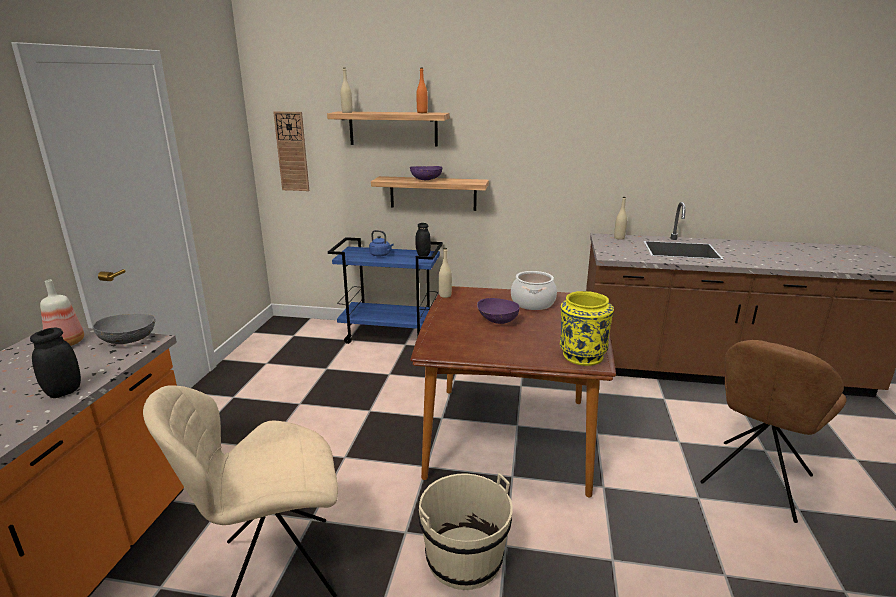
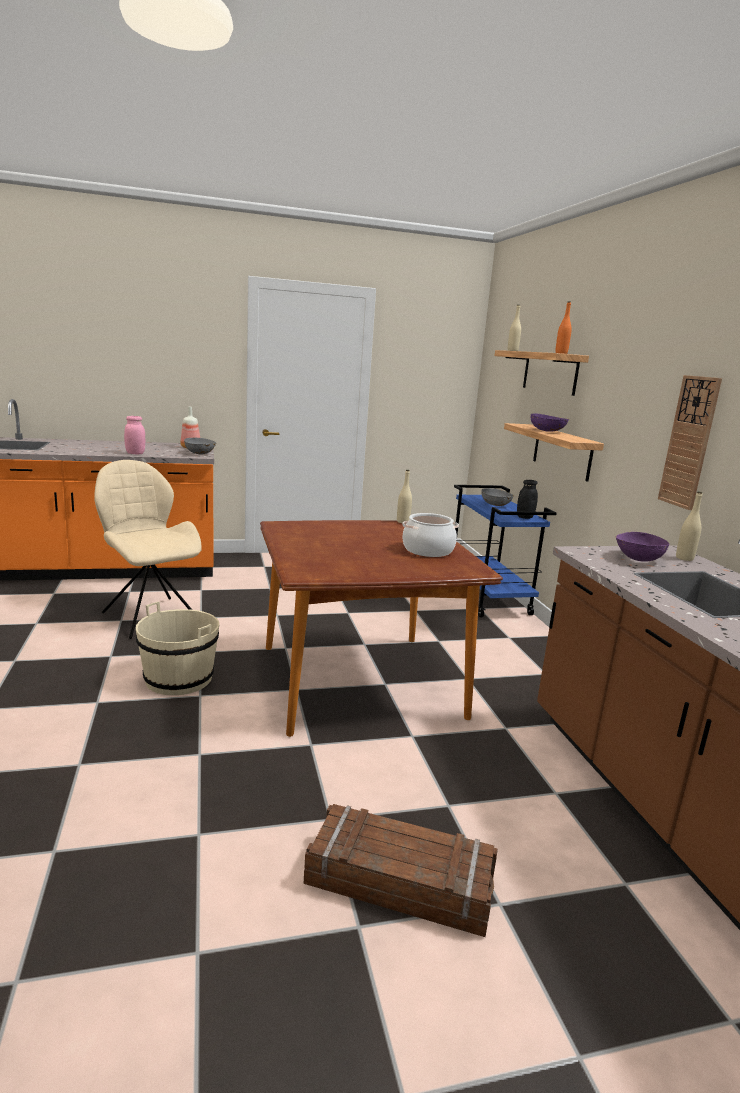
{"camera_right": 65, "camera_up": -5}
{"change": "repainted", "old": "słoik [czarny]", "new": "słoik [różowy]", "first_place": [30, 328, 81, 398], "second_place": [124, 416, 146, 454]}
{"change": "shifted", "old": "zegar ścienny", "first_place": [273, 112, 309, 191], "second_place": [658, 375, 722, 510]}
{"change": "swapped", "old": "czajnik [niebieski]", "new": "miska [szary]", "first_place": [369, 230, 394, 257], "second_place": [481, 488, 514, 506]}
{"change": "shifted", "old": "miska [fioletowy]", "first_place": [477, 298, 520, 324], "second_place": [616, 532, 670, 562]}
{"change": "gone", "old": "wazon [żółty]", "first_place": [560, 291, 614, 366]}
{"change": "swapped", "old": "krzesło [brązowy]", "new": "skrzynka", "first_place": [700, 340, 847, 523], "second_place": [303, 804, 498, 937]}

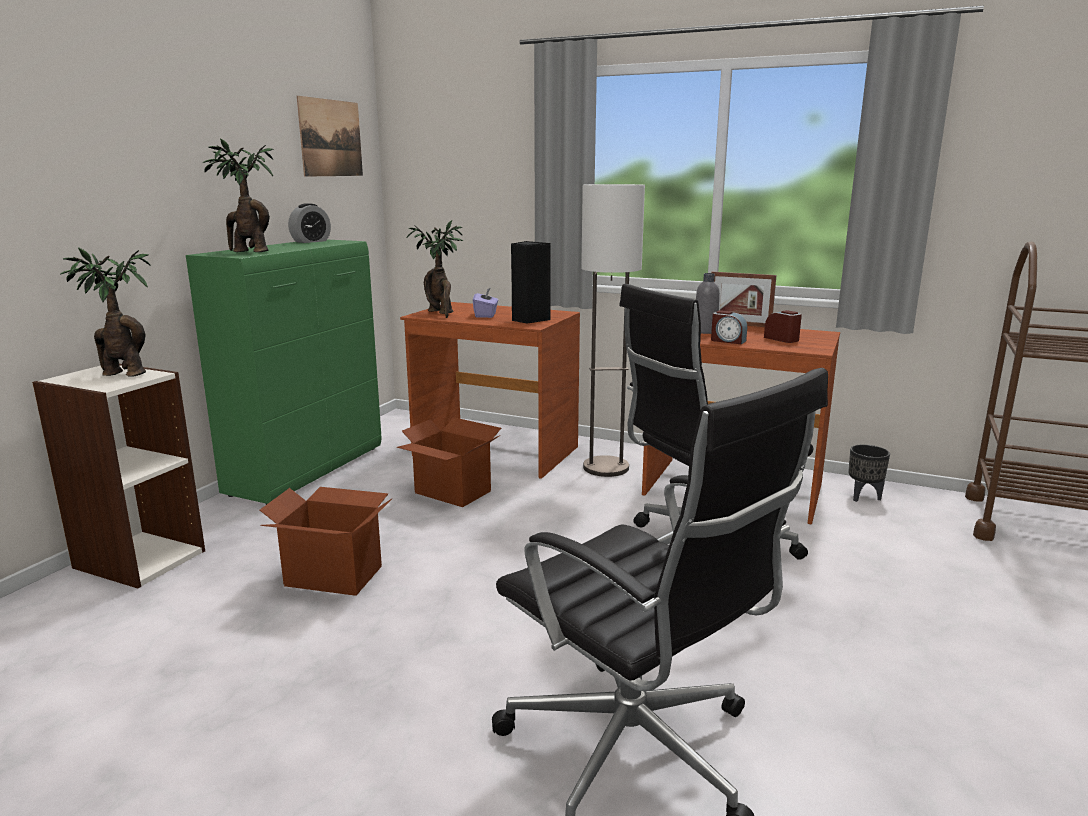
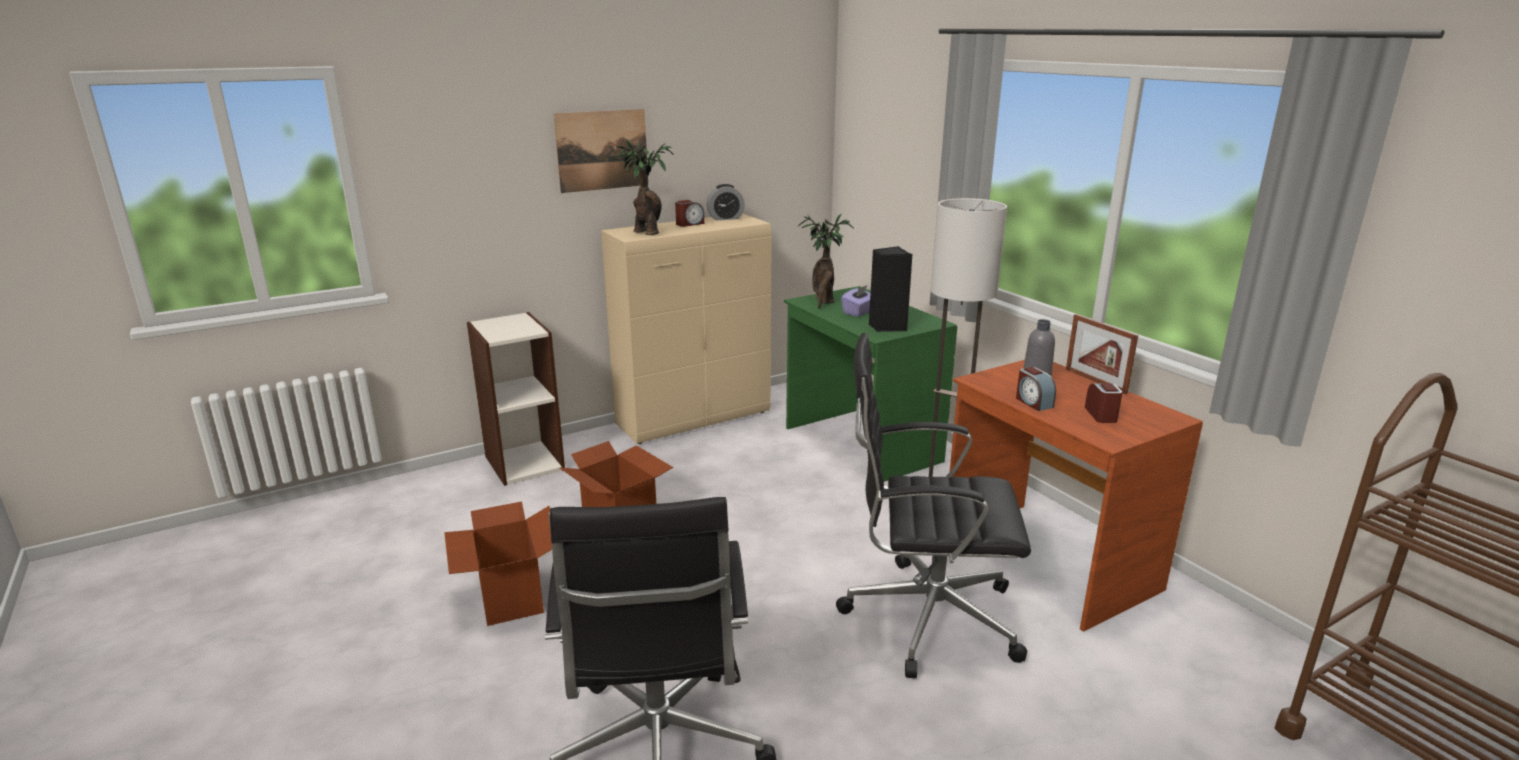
{"camera_right": 35, "camera_up": 5}
{"change": "gone", "old": "roślina doniczkowa", "first_place": [60, 247, 150, 376]}
{"change": "repainted", "old": "szafka [zielony]", "new": "szafka [beżowy]", "first_place": [186, 240, 381, 505], "second_place": [601, 214, 772, 444]}
{"change": "shifted", "old": "obraz", "first_place": [297, 96, 363, 177], "second_place": [554, 109, 648, 193]}
{"change": "shifted", "old": "karton", "first_place": [397, 417, 501, 507], "second_place": [444, 501, 552, 626]}
{"change": "repainted", "old": "biurko [brązowy]", "new": "biurko [zielony]", "first_place": [400, 302, 580, 479], "second_place": [784, 286, 957, 482]}
{"change": "gone", "old": "donica [czarny]", "first_place": [848, 445, 890, 502]}
{"change": "new", "new": "budzik", "second_place": [675, 200, 704, 227]}

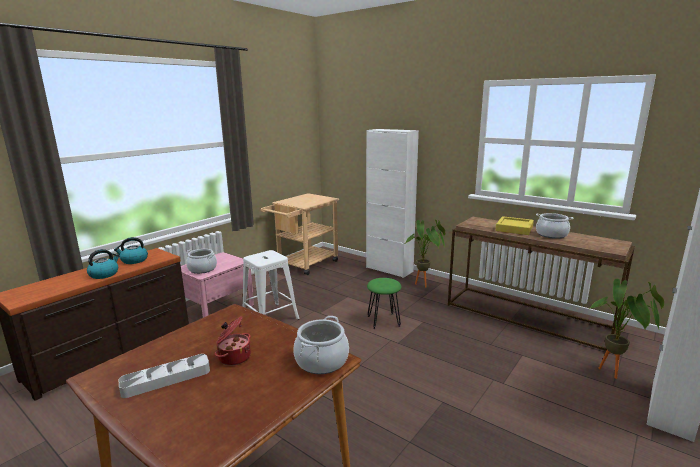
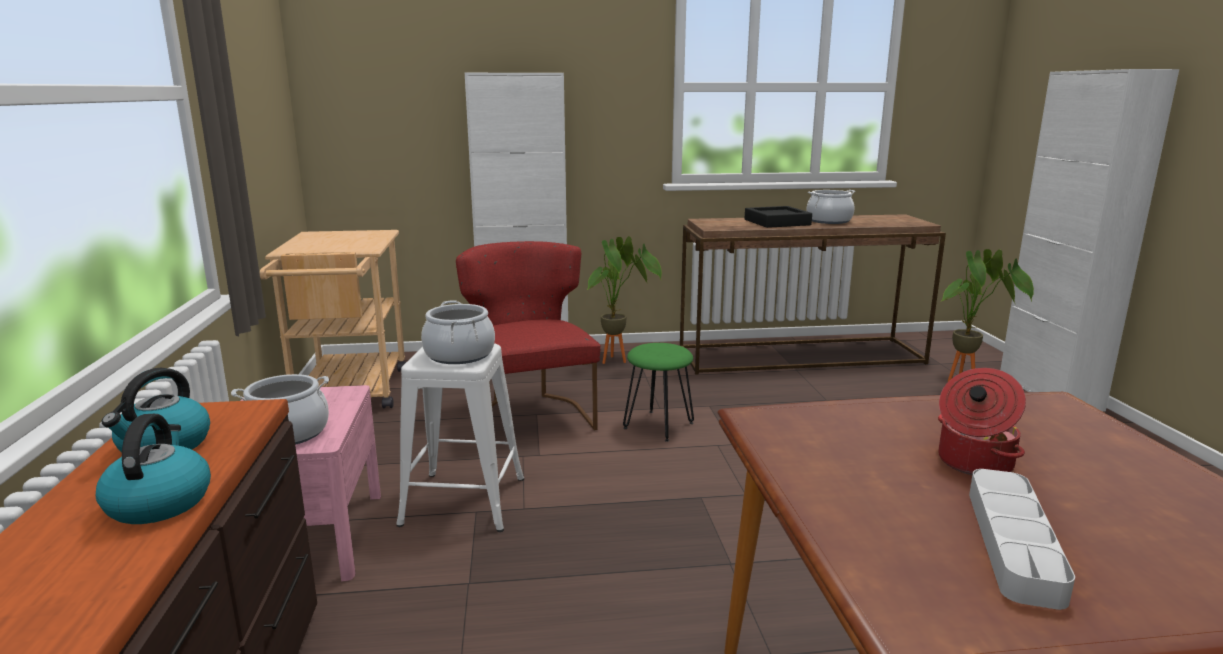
{"camera_right": -45, "camera_up": 0}
{"change": "shifted", "old": "garnek", "first_place": [293, 316, 349, 374], "second_place": [421, 300, 495, 364]}
{"change": "repainted", "old": "taca [żółty]", "new": "taca [czarny]", "first_place": [496, 216, 534, 235], "second_place": [744, 206, 812, 228]}
{"change": "new", "new": "krzesło [czerwony]", "second_place": [456, 241, 601, 430]}

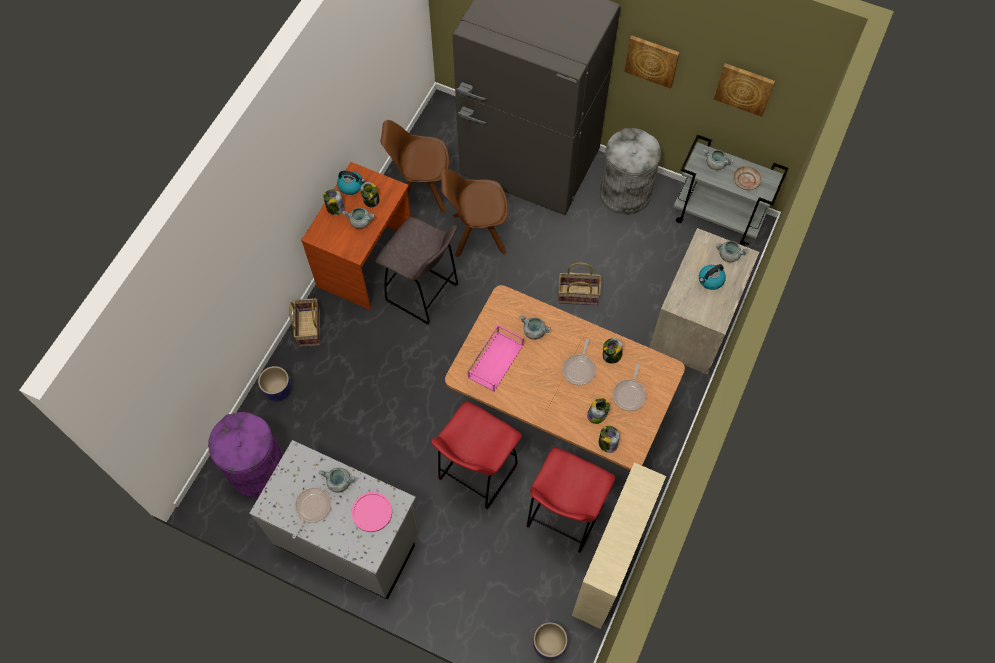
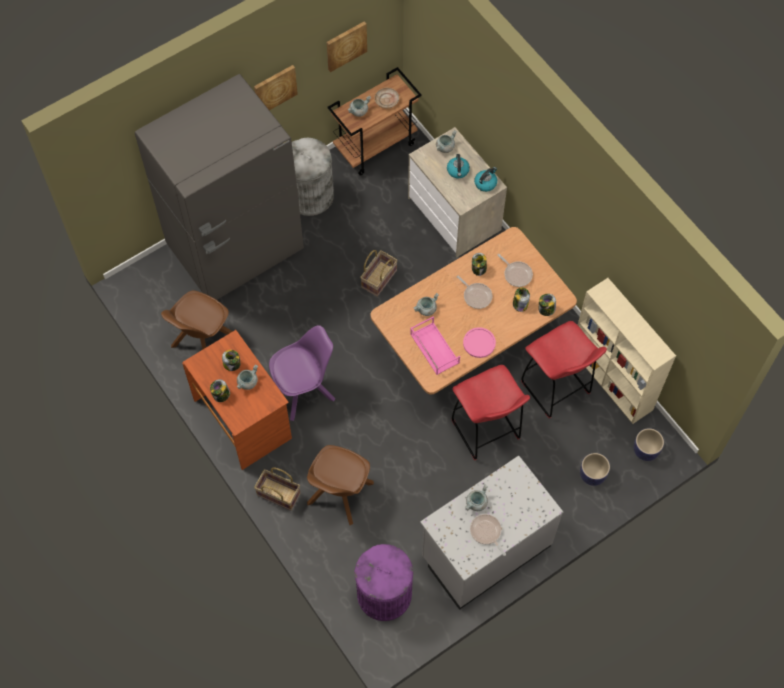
{"camera_right": -60, "camera_up": 0}
{"change": "shifted", "old": "donica", "first_place": [258, 366, 292, 402], "second_place": [580, 453, 610, 486]}
{"change": "shifted", "old": "czajnik", "first_place": [337, 171, 365, 195], "second_place": [474, 167, 497, 192]}
{"change": "shifted", "old": "talerz [różowy]", "first_place": [352, 492, 392, 532], "second_place": [463, 327, 496, 358]}
{"change": "swapped", "old": "stołek [szary]", "new": "krzesło [fioletowy]", "first_place": [376, 217, 458, 325], "second_place": [269, 325, 336, 421]}
{"change": "shifted", "old": "krzesło [brązowy]", "first_place": [441, 168, 508, 257], "second_place": [307, 445, 374, 525]}
{"change": "repainted", "old": "wózek [szary]", "new": "wózek [brązowy]", "first_place": [673, 135, 788, 247], "second_place": [327, 67, 422, 176]}

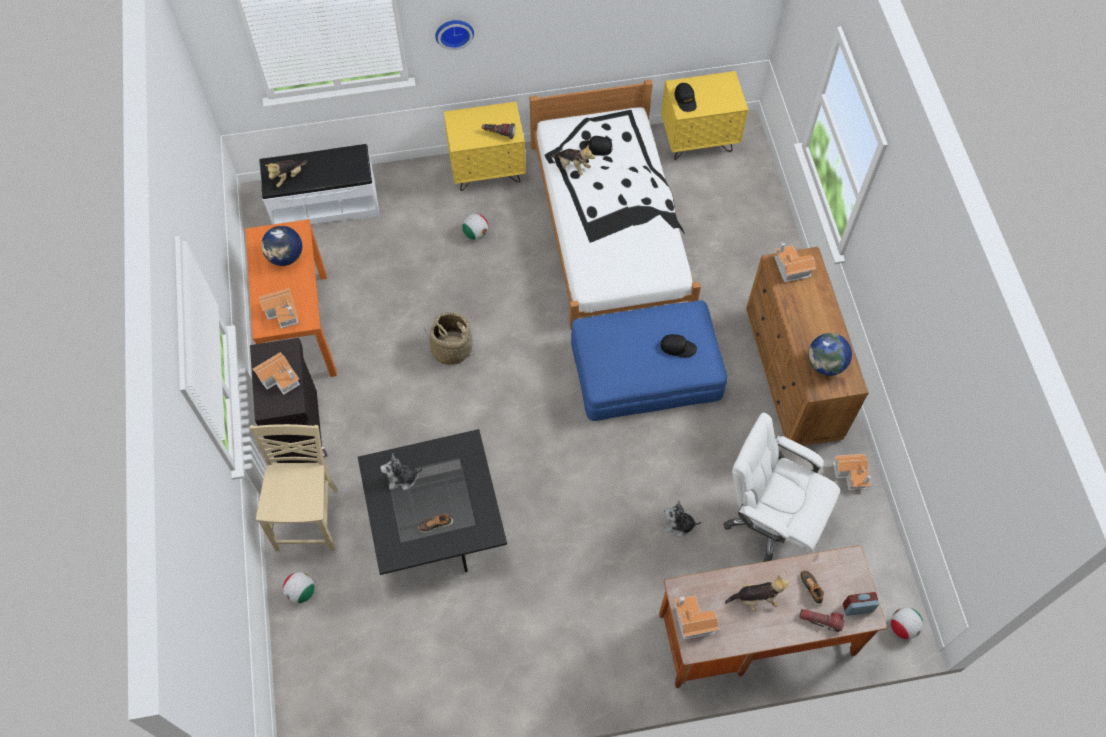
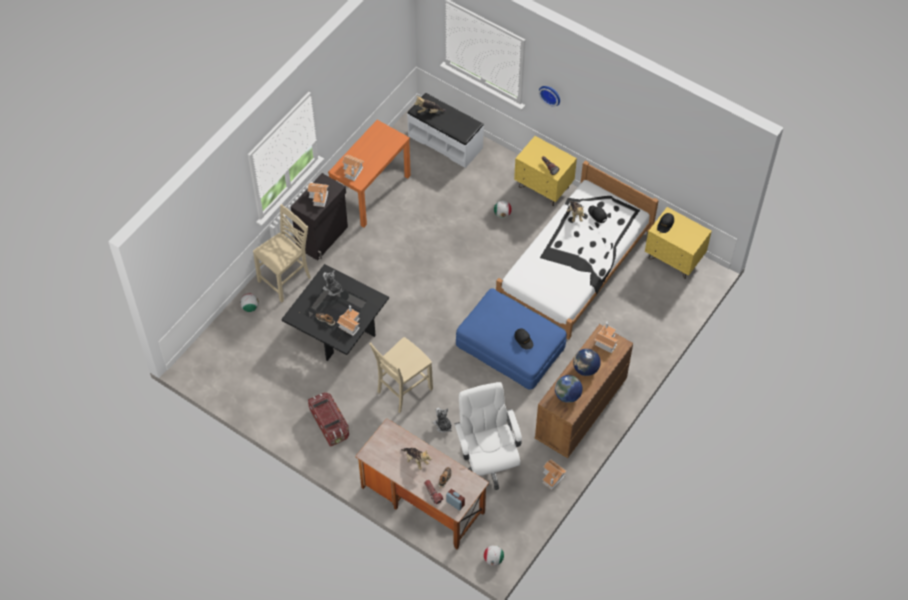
{"camera_right": 45, "camera_up": -5}
{"change": "shifted", "old": "globus", "first_place": [261, 226, 302, 266], "second_place": [573, 349, 601, 376]}
{"change": "gone", "old": "koszyk", "first_place": [424, 312, 475, 365]}
{"change": "shifted", "old": "domek", "first_place": [674, 595, 719, 640], "second_place": [337, 305, 360, 336]}
{"change": "new", "new": "pojemnik do przechowywania", "second_place": [308, 392, 349, 446]}
{"change": "new", "new": "krzesło [beżowy]", "second_place": [369, 337, 433, 413]}

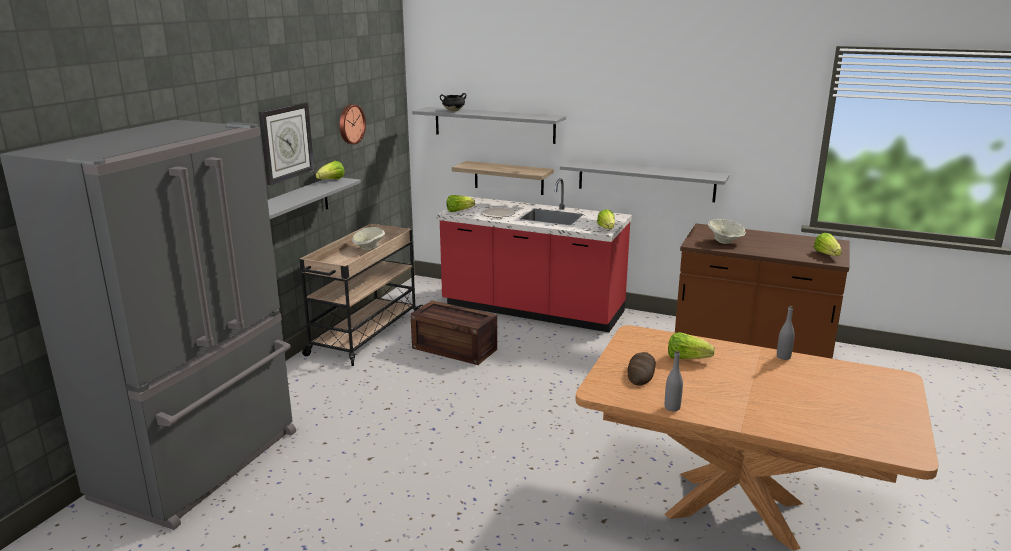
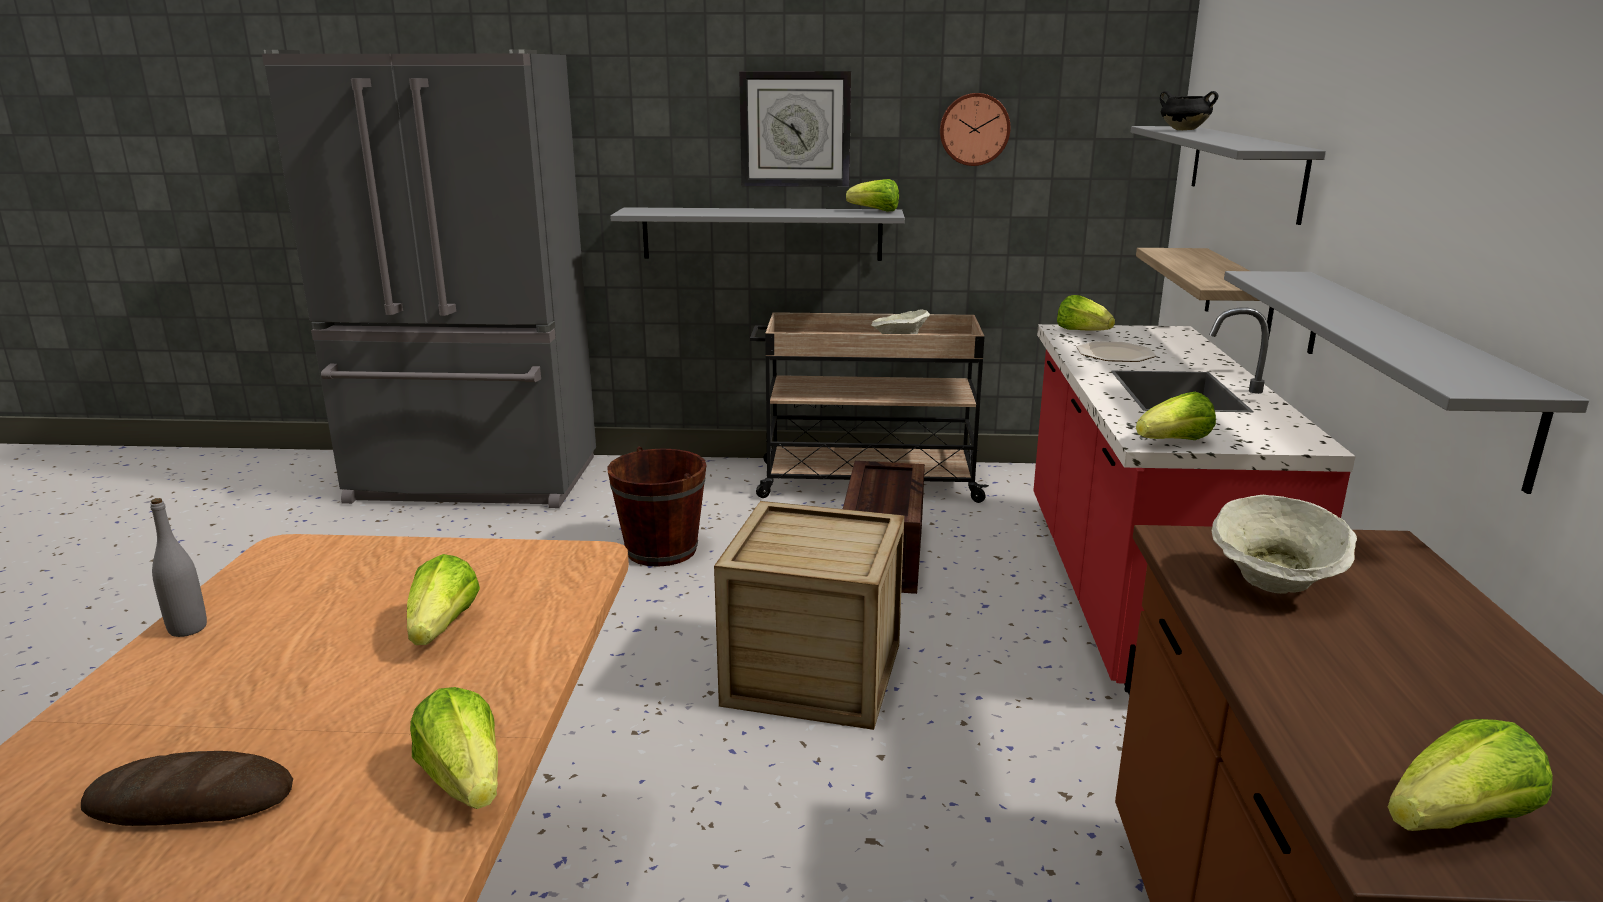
{"camera_right": 70, "camera_up": 0}
{"change": "shifted", "old": "chleb", "first_place": [628, 352, 656, 386], "second_place": [81, 751, 293, 826]}
{"change": "swapped", "old": "butelka [szary]", "new": "sałata", "first_place": [777, 306, 795, 360], "second_place": [410, 687, 498, 809]}
{"change": "new", "new": "wiadro [brązowy]", "second_place": [607, 447, 706, 567]}
{"change": "new", "new": "skrzynka", "second_place": [714, 501, 904, 730]}

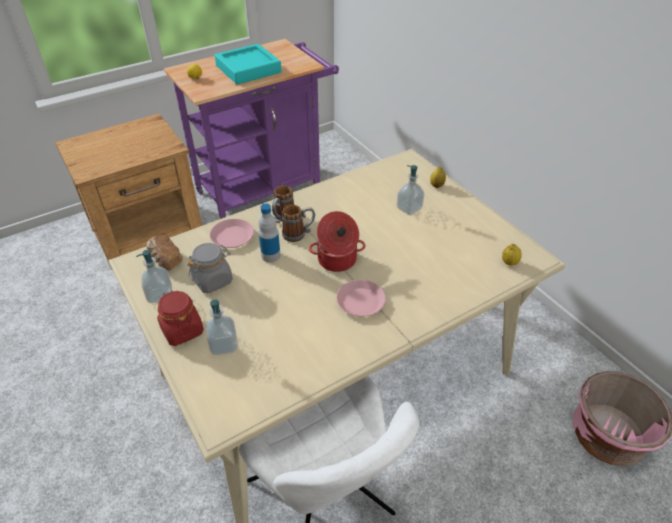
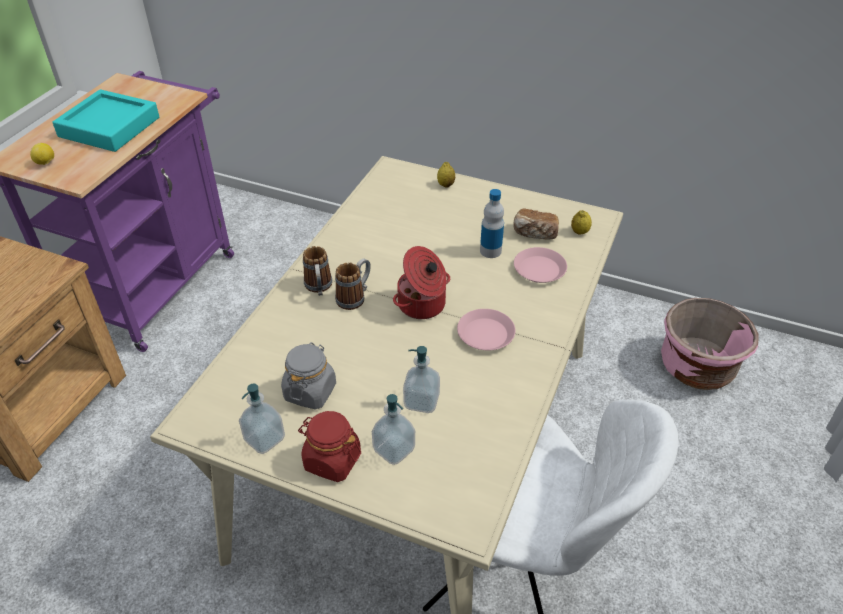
{"camera_right": -35, "camera_up": 0}
{"change": "shifted", "old": "chleb", "first_place": [146, 235, 183, 271], "second_place": [513, 208, 559, 240]}
{"change": "shifted", "old": "talerz [różowy]", "first_place": [210, 219, 254, 248], "second_place": [514, 247, 567, 283]}
{"change": "shifted", "old": "butelka", "first_place": [258, 203, 280, 262], "second_place": [480, 189, 504, 258]}
{"change": "shifted", "old": "dozownik mydła", "first_place": [397, 165, 424, 215], "second_place": [403, 346, 440, 413]}

